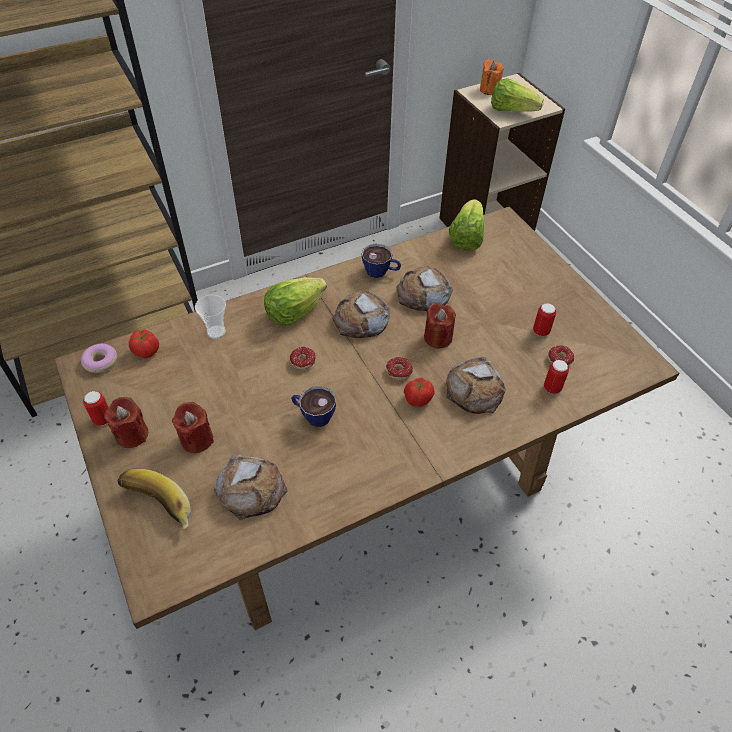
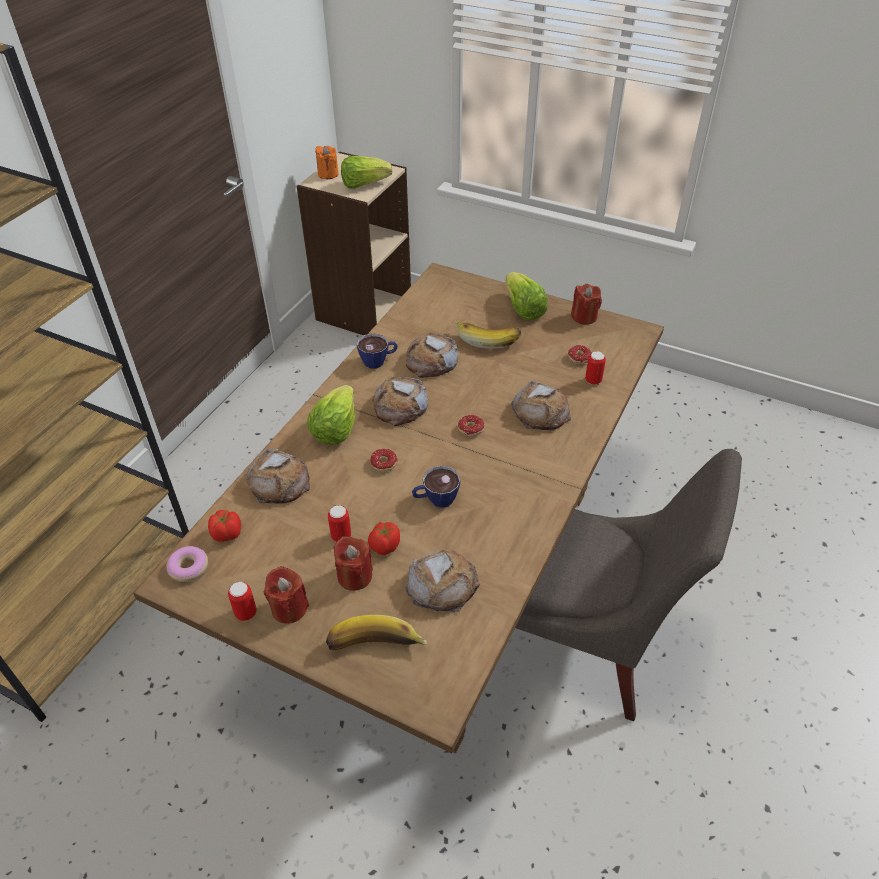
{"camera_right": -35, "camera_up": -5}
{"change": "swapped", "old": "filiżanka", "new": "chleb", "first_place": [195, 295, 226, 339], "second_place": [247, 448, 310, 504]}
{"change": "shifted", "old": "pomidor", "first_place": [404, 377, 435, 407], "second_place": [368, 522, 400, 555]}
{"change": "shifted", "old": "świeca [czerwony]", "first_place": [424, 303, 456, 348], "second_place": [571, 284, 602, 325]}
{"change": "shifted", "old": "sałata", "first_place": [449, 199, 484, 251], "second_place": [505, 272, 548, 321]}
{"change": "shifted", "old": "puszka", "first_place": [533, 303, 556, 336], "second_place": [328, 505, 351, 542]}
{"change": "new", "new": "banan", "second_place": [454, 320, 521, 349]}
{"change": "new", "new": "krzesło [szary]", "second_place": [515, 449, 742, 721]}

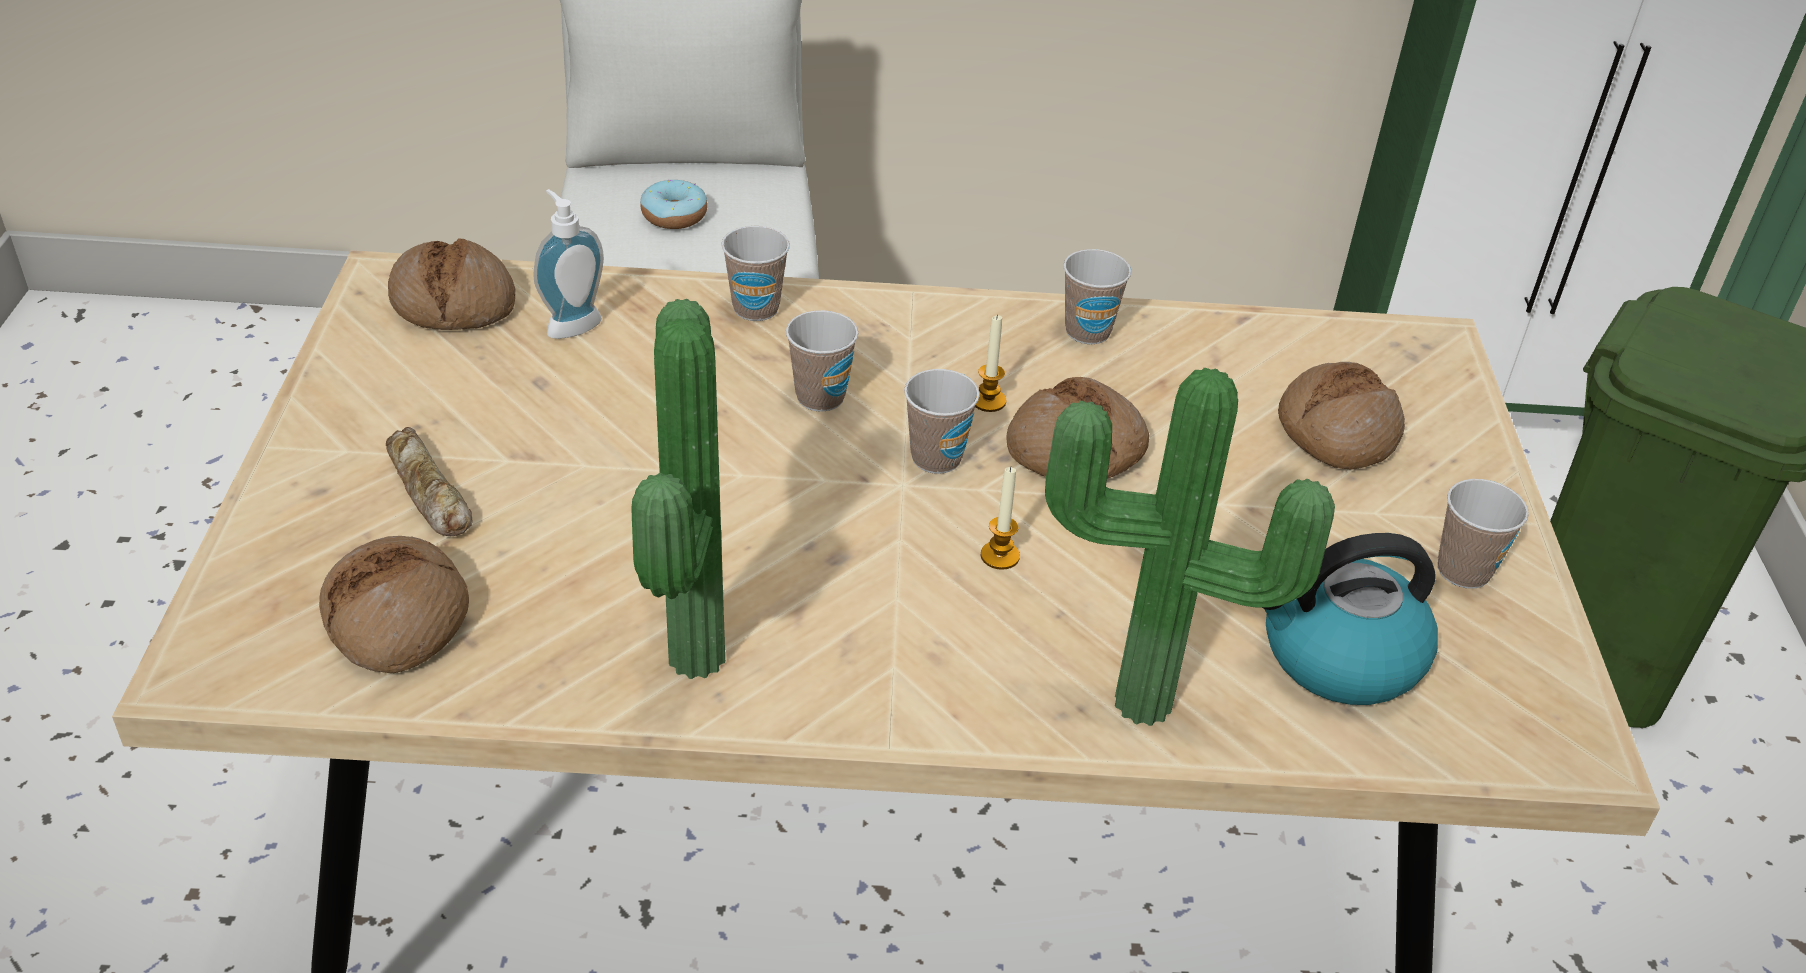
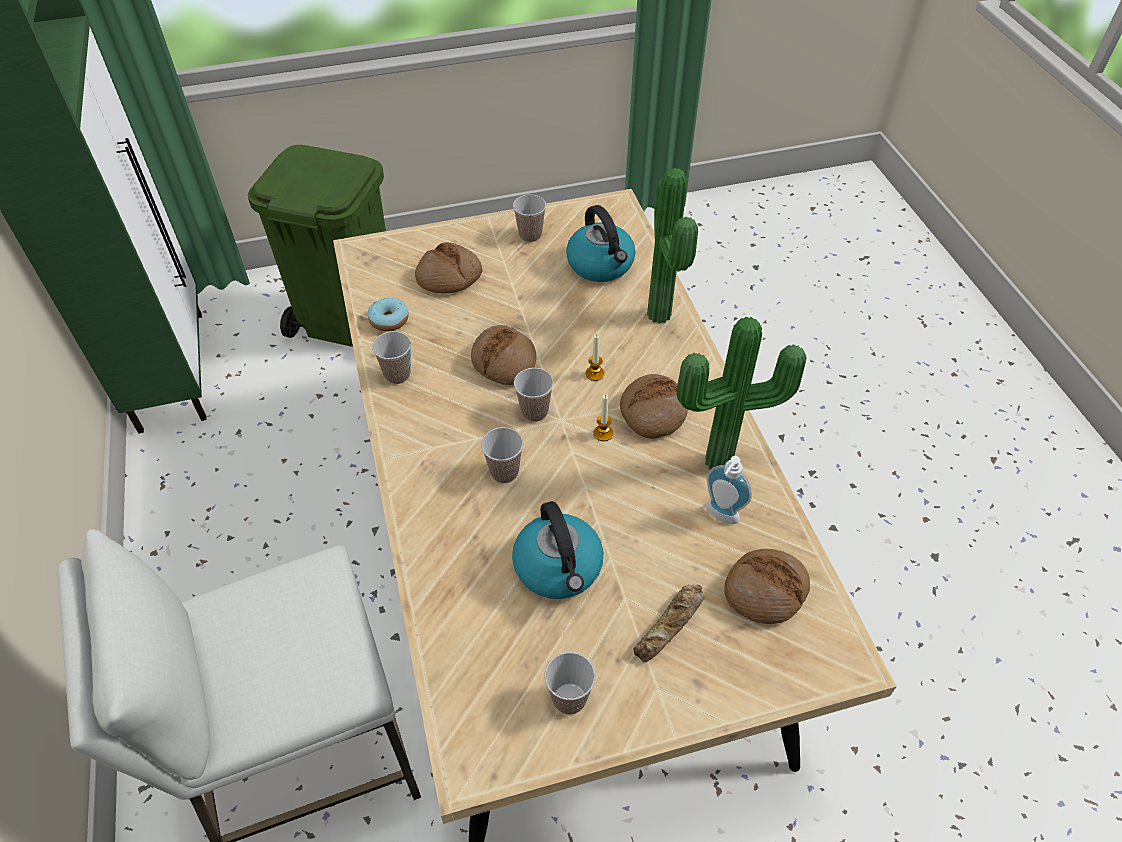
{"camera_right": -105, "camera_up": 10}
{"change": "shifted", "old": "chleb", "first_place": [388, 238, 515, 330], "second_place": [620, 374, 688, 439]}
{"change": "shifted", "old": "dozownik mydła", "first_place": [533, 189, 604, 339], "second_place": [706, 456, 752, 524]}
{"change": "shifted", "old": "donut", "first_place": [640, 180, 708, 229], "second_place": [368, 297, 409, 332]}
{"change": "shifted", "old": "filiżanka", "first_place": [722, 226, 790, 321], "second_place": [545, 652, 595, 715]}
{"change": "shifted", "old": "świeca", "first_place": [975, 314, 1006, 412], "second_place": [593, 394, 613, 441]}
{"change": "new", "new": "czajnik", "second_place": [512, 501, 603, 599]}

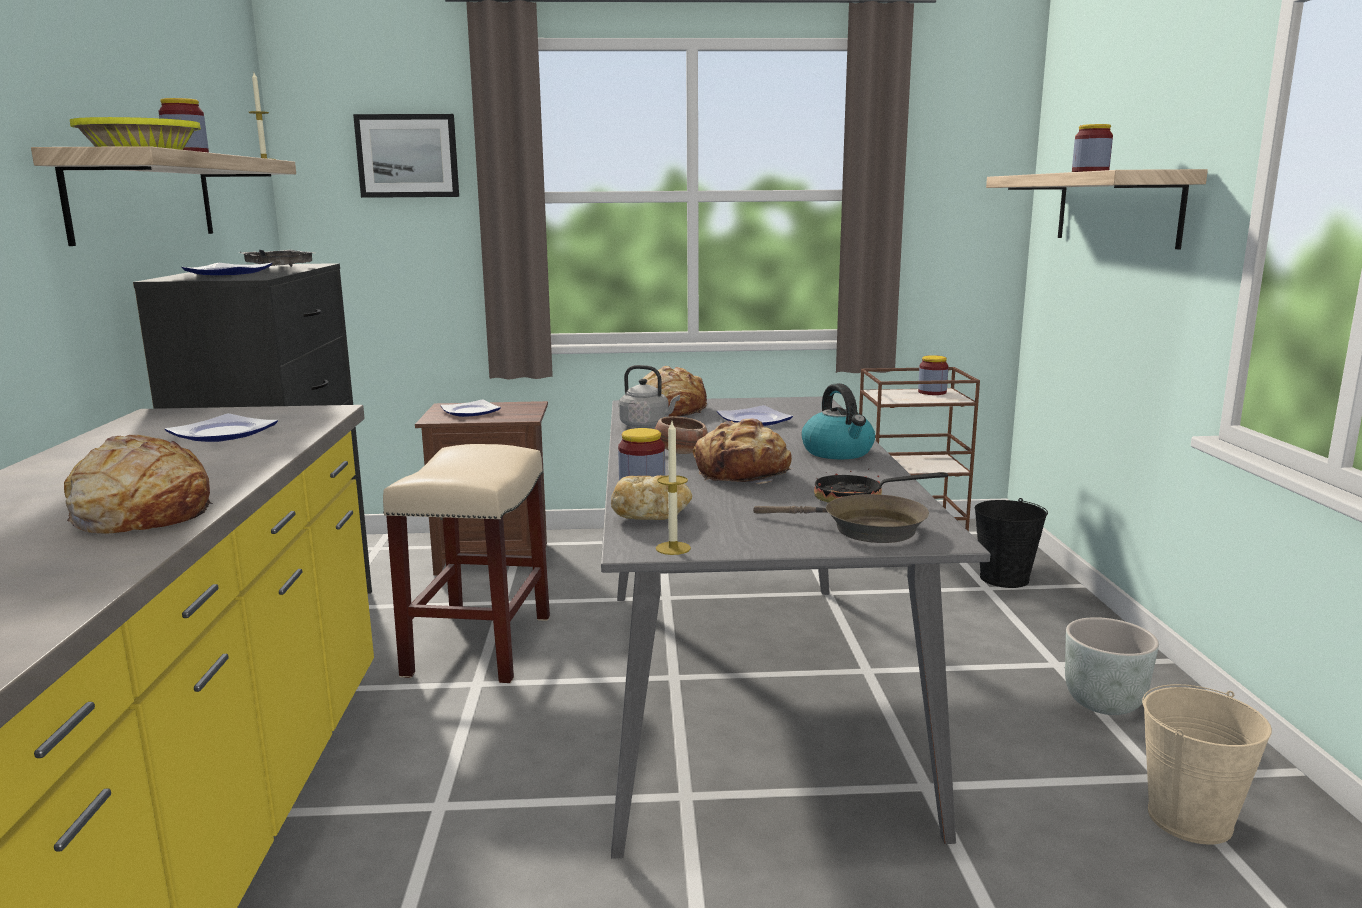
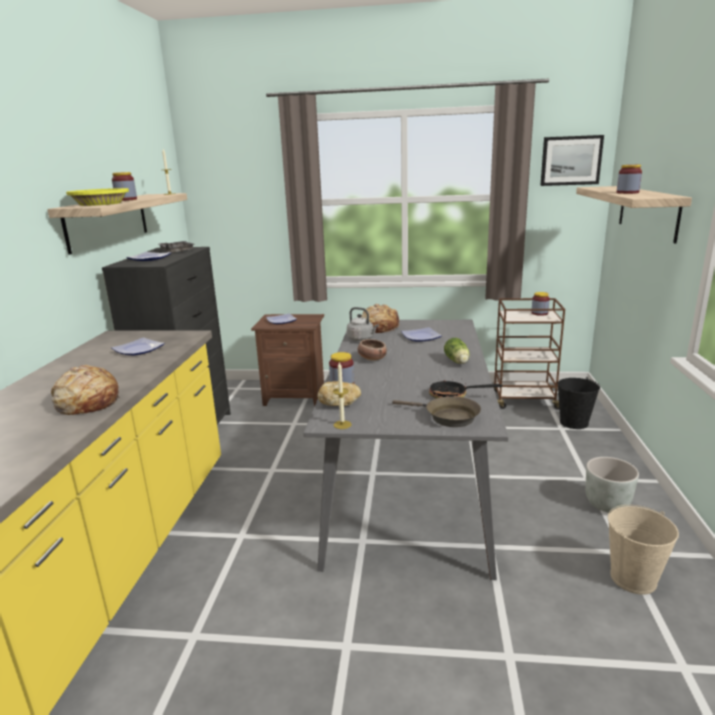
{"camera_right": 10, "camera_up": 5}
{"change": "shifted", "old": "obraz", "first_place": [353, 114, 459, 198], "second_place": [540, 135, 604, 186]}
{"change": "gone", "old": "stołek [beżowy]", "first_place": [383, 444, 550, 683]}
{"change": "gone", "old": "chleb", "first_place": [693, 419, 792, 484]}
{"change": "swapped", "old": "czajnik", "new": "sałata", "first_place": [801, 383, 875, 459], "second_place": [444, 338, 470, 364]}

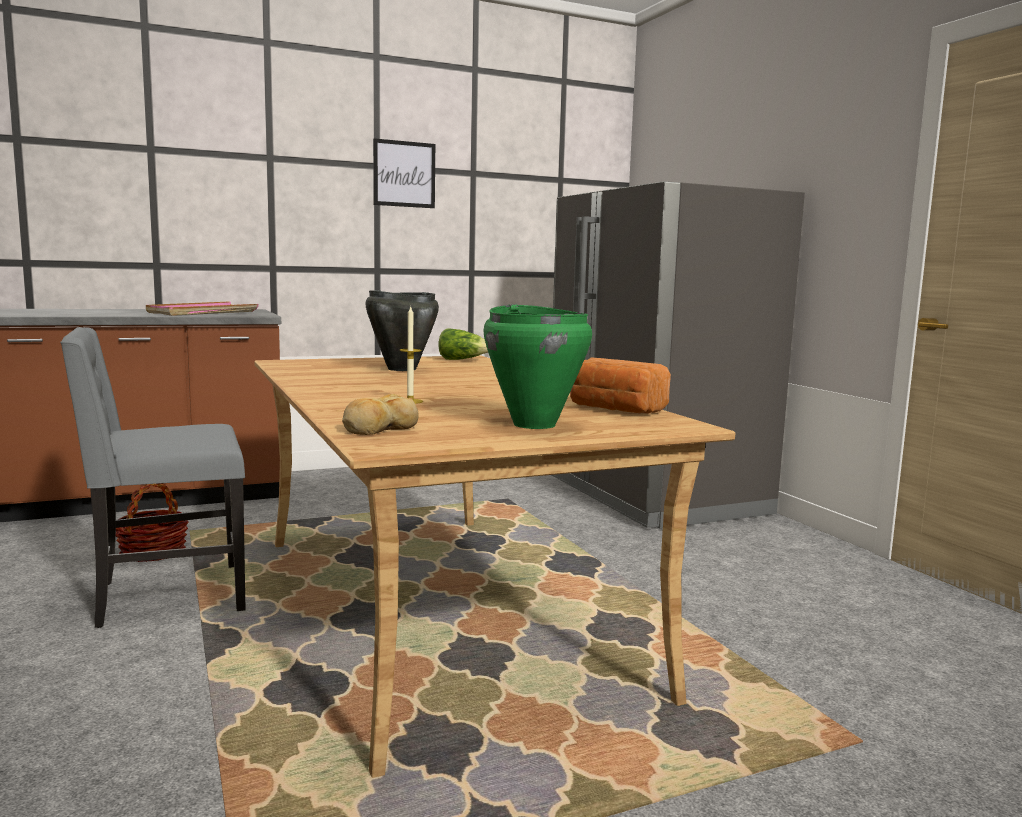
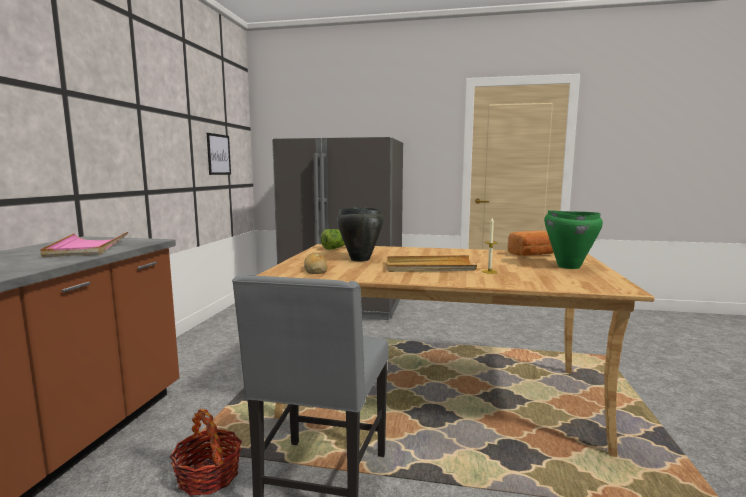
{"camera_right": -55, "camera_up": 0}
{"change": "shifted", "old": "chleb", "first_place": [342, 394, 419, 435], "second_place": [304, 254, 327, 274]}
{"change": "shifted", "old": "obraz", "first_place": [373, 138, 435, 208], "second_place": [207, 133, 231, 175]}
{"change": "new", "new": "taca [beżowy]", "second_place": [386, 255, 477, 272]}

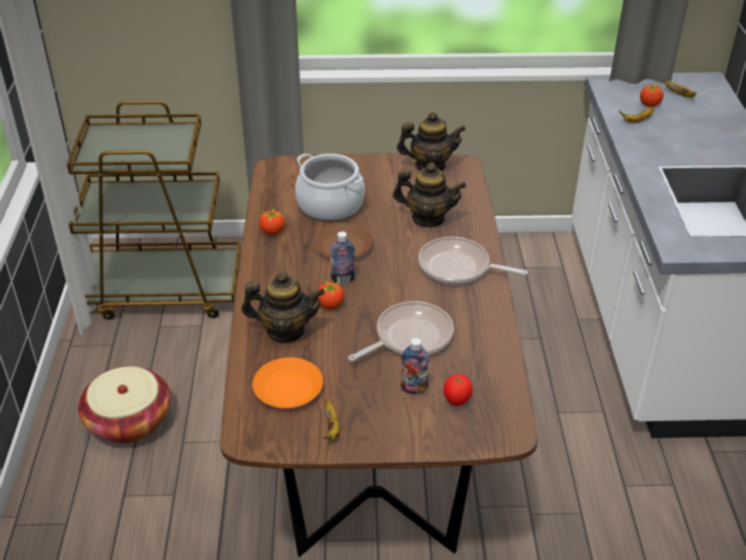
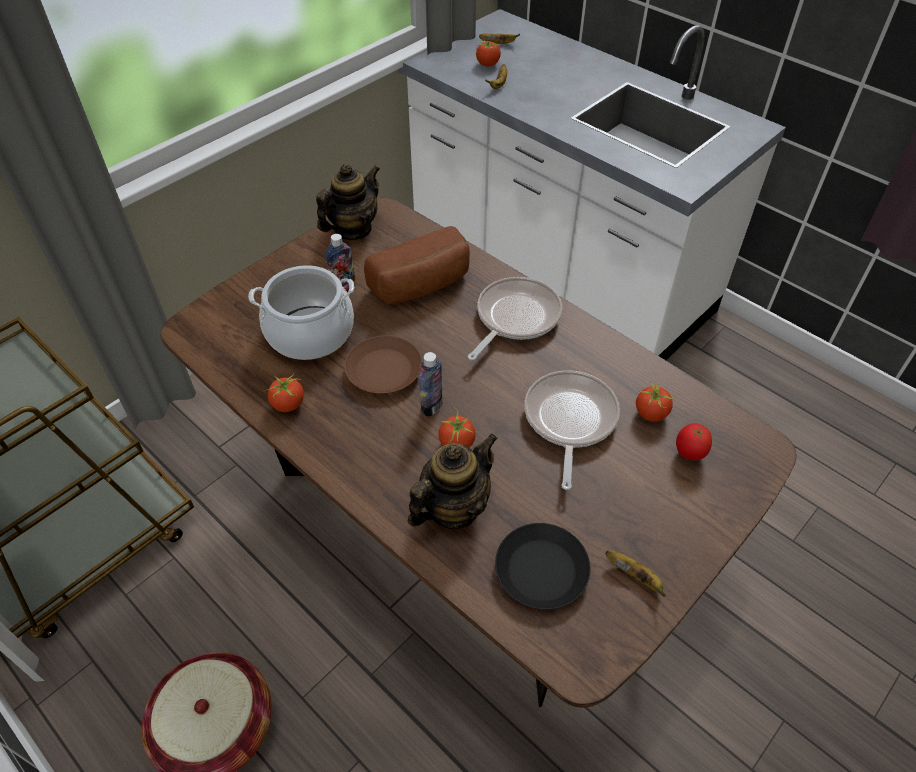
{"camera_right": -45, "camera_up": 10}
{"change": "repainted", "old": "talerz [pomarańczowy]", "new": "talerz [czarny]", "first_place": [253, 357, 323, 408], "second_place": [495, 523, 590, 609]}
{"change": "swapped", "old": "imbryk", "new": "chleb", "first_place": [393, 163, 466, 227], "second_place": [364, 226, 470, 304]}
{"change": "shifted", "old": "butelka", "first_place": [400, 338, 430, 394], "second_place": [326, 234, 355, 293]}
{"change": "rotated", "old": "patelnia", "first_place": [418, 237, 528, 284], "second_place": [468, 277, 562, 361], "degrees": 150}
{"change": "new", "new": "pomidor", "second_place": [636, 381, 675, 422]}

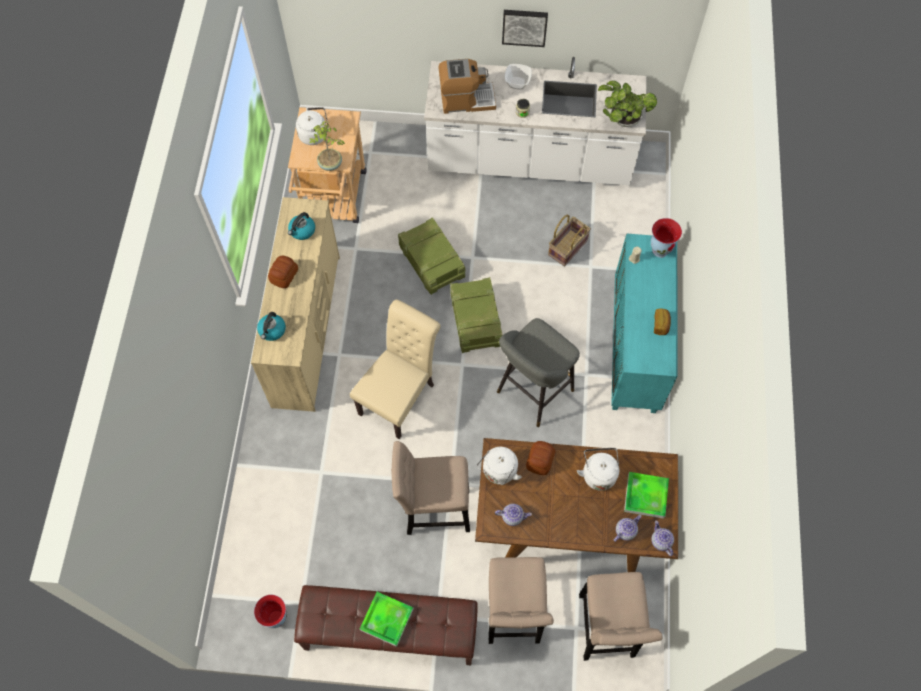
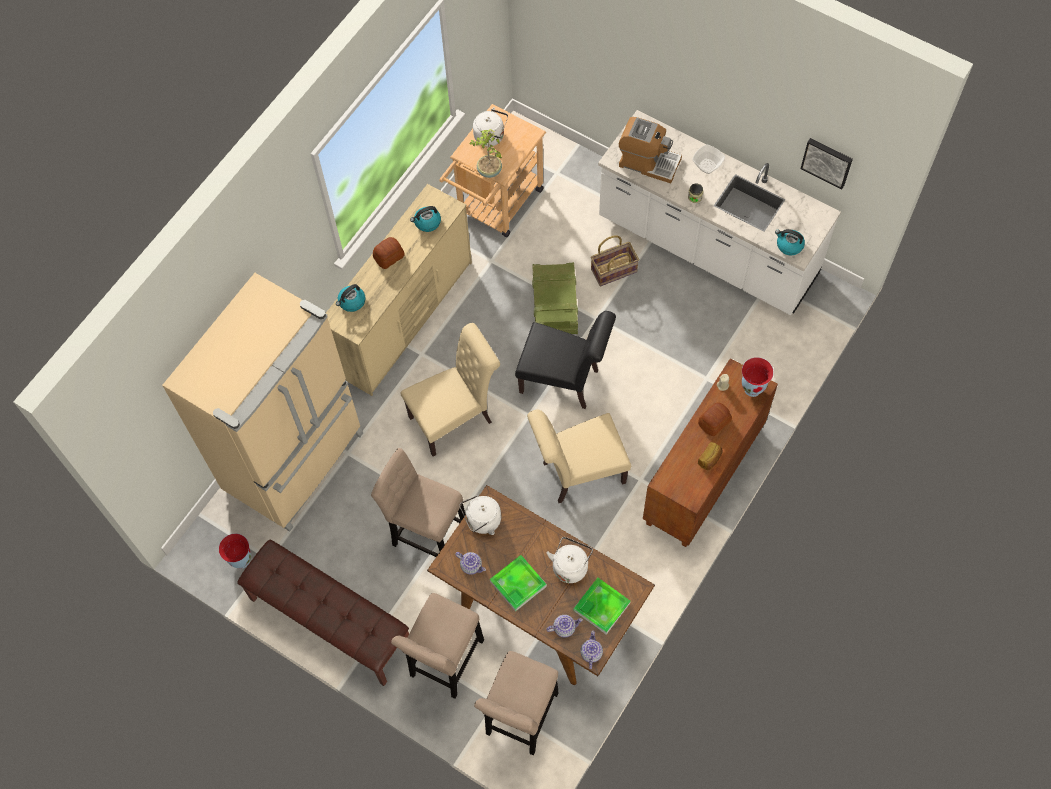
{"camera_right": 30, "camera_up": 0}
{"change": "shifted", "old": "taca", "first_place": [360, 592, 414, 647], "second_place": [490, 555, 547, 612]}
{"change": "swapped", "old": "skrzynka", "new": "krzesło [czarny]", "first_place": [450, 277, 503, 353], "second_place": [515, 311, 616, 409]}
{"change": "swapped", "old": "stołek [szary]", "new": "krzesło [beżowy]", "first_place": [497, 318, 580, 427], "second_place": [527, 409, 631, 503]}
{"change": "shifted", "old": "obraz", "first_place": [502, 10, 548, 47], "second_place": [801, 138, 853, 190]}
{"change": "shifted", "old": "chleb", "first_place": [526, 441, 555, 475], "second_place": [698, 402, 732, 436]}
{"change": "shifted", "old": "koszyk", "first_place": [548, 215, 591, 266], "second_place": [591, 235, 639, 286]}
{"change": "swapped", "old": "roślina doniczkowa", "new": "czajnik", "first_place": [598, 80, 657, 127], "second_place": [775, 229, 805, 255]}
{"change": "repainted", "old": "szafka [turkusowy]", "new": "szafka [brązowy]", "first_place": [611, 234, 678, 413], "second_place": [643, 358, 778, 547]}
{"change": "new", "new": "lodówka [beżowy]", "second_place": [162, 273, 363, 532]}

